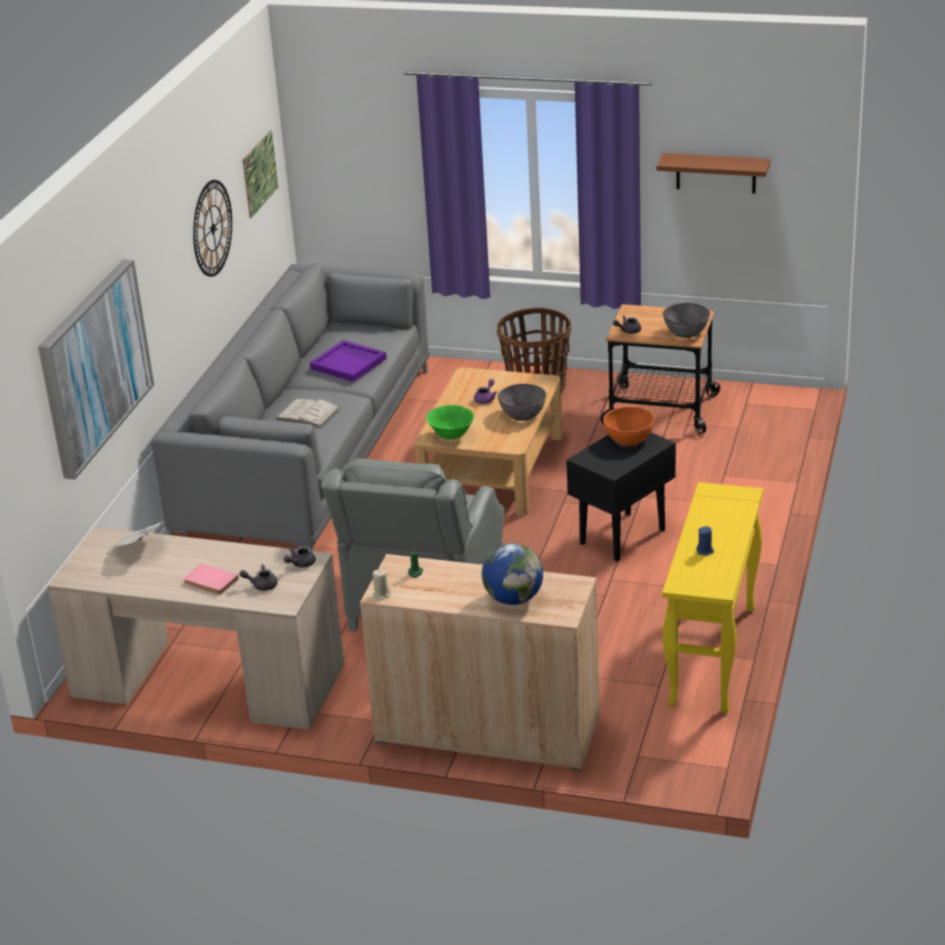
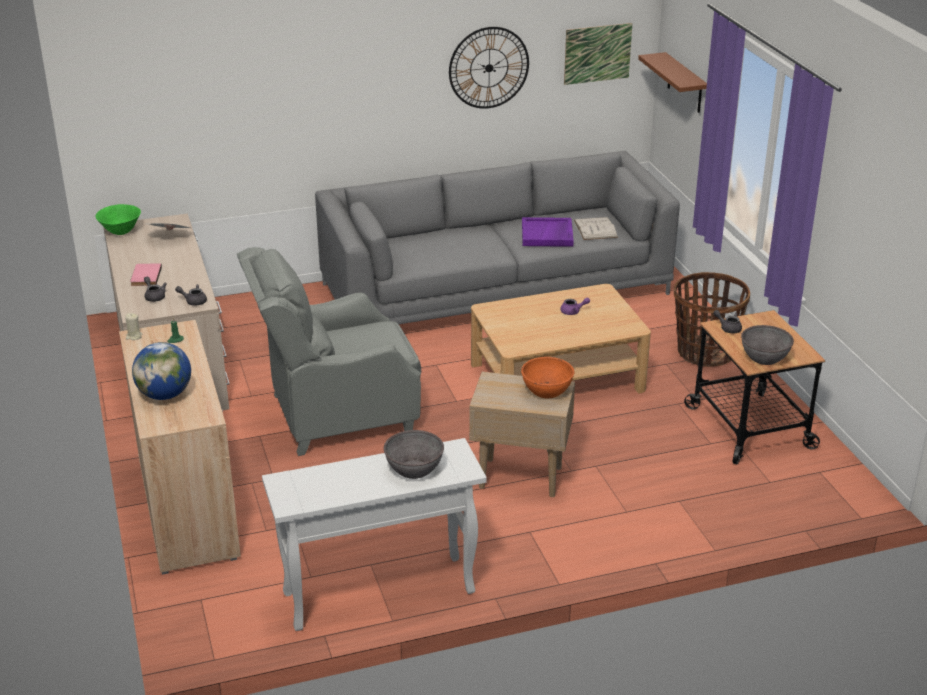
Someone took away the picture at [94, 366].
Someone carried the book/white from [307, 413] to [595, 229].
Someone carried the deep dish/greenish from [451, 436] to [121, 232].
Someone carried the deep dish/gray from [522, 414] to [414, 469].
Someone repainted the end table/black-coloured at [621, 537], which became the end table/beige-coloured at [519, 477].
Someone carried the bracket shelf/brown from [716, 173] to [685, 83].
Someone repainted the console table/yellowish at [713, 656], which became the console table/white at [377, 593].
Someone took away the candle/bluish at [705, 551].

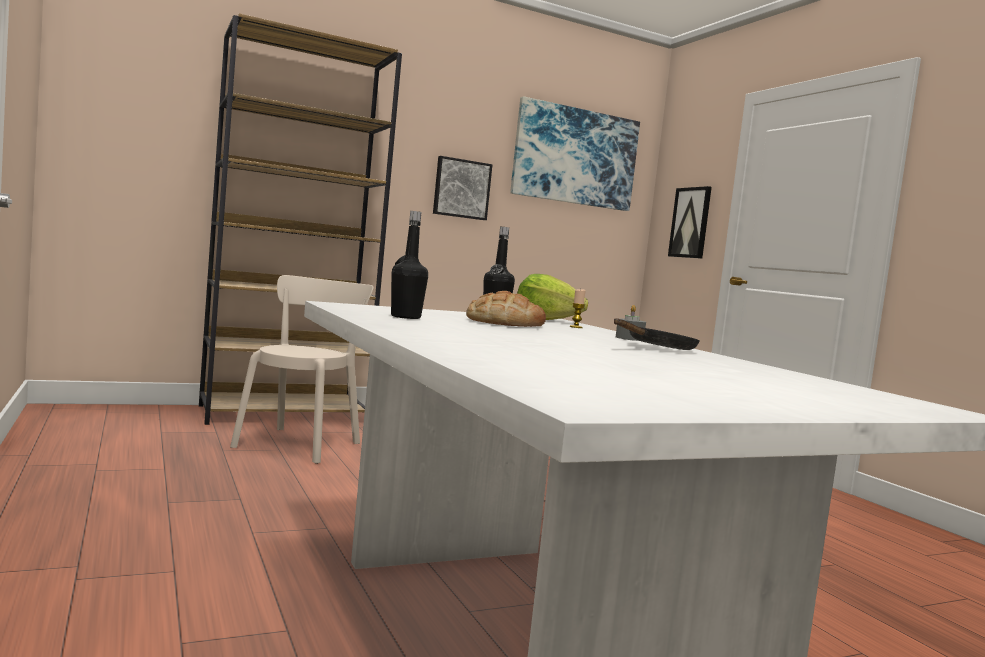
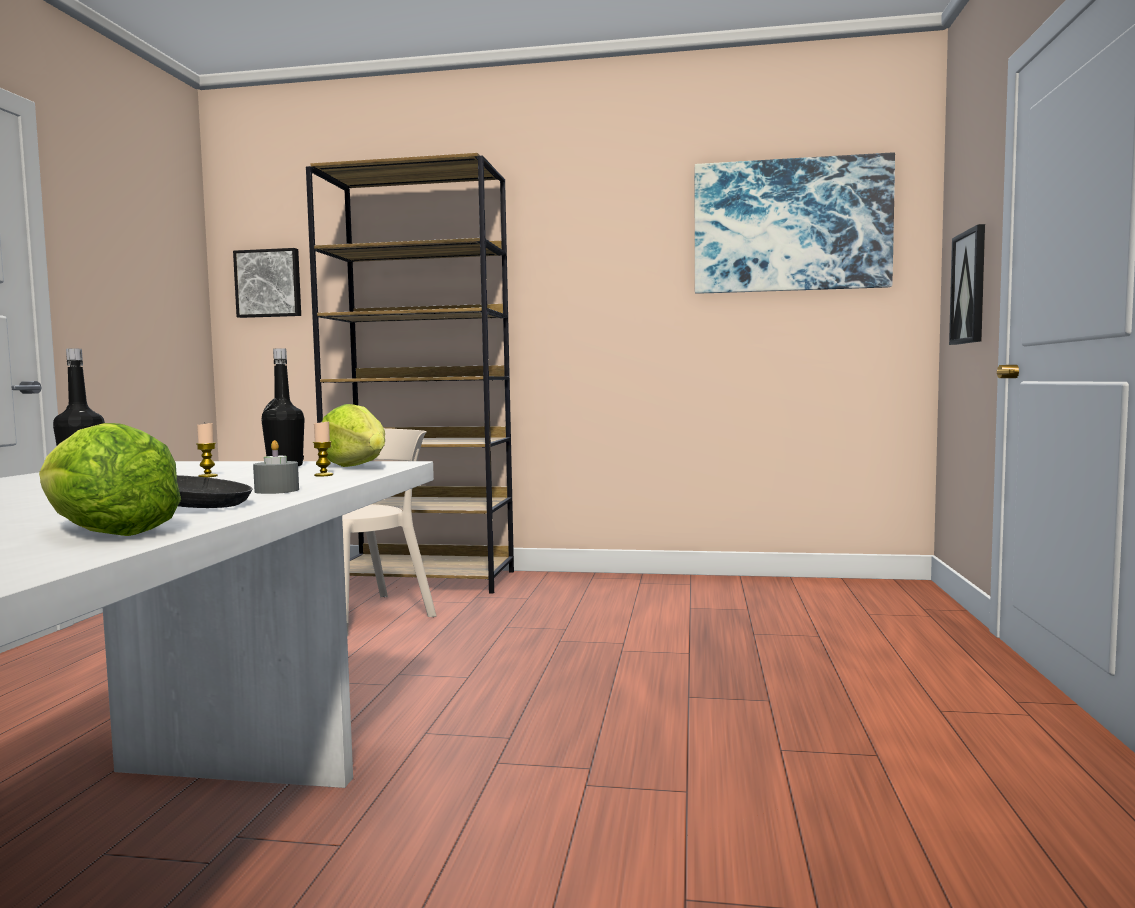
Someone carried the picture from [461, 188] to [269, 283].
Someone swapped the bread at [504, 323] for the candle at [207, 476].
Someone put down the head of lettuce at [105, 533].

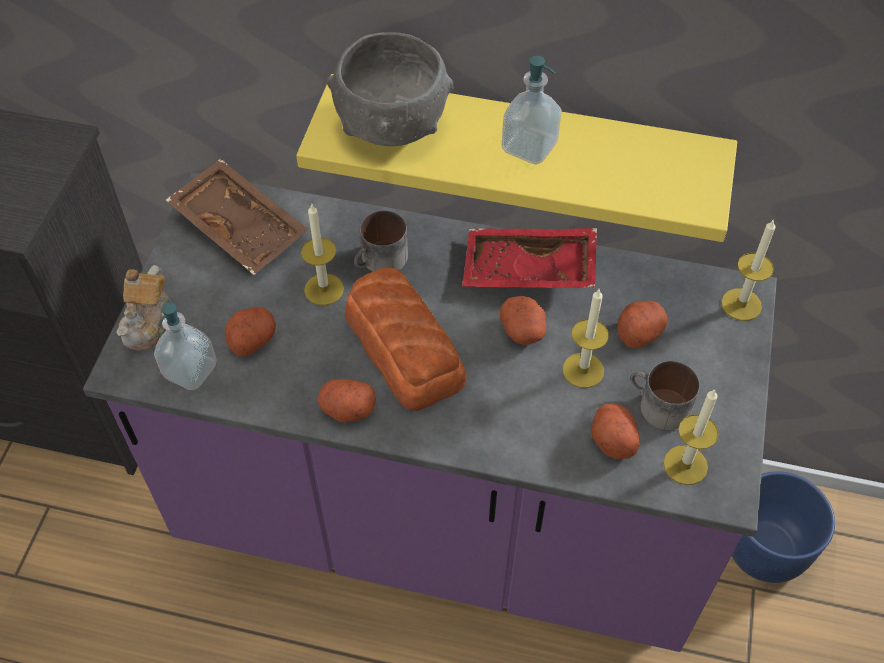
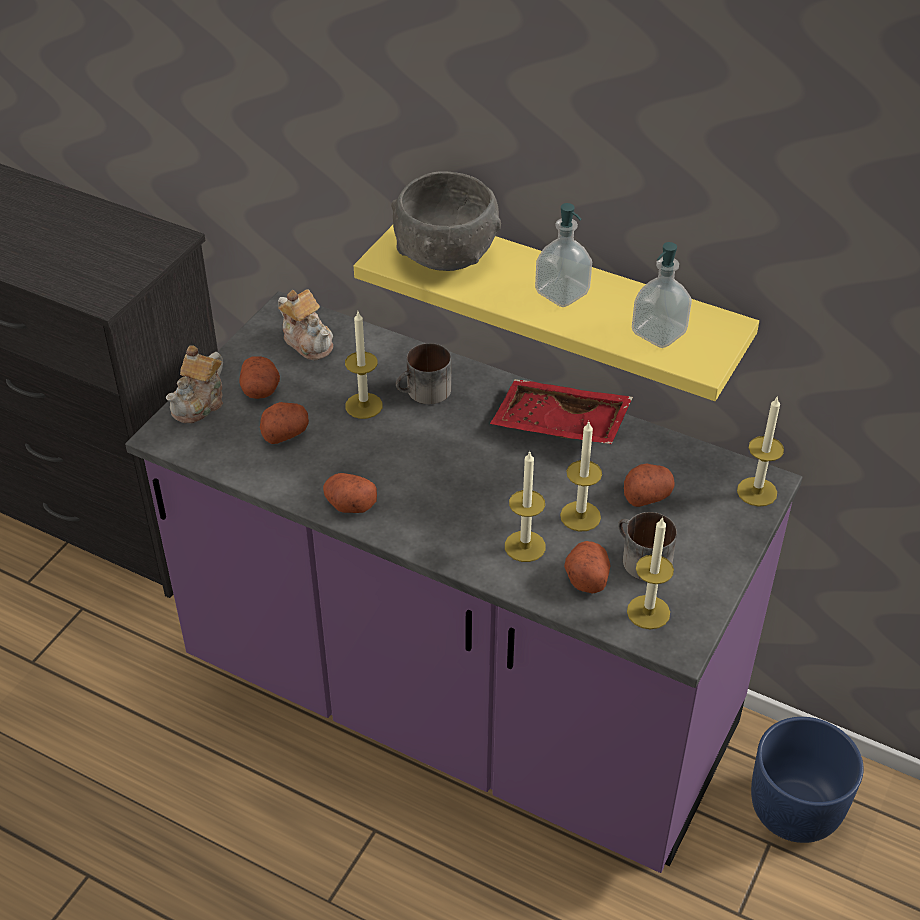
Someone carried the liquid soap bottle from [190, 370] to [658, 333].
Someone swapped the serving tray/brown at [241, 226] for the tea pot at [308, 341].
Someone took away the bread at [404, 345].
Someone carried the potato from [523, 330] to [261, 390].
Someone put down the candle at [525, 546].

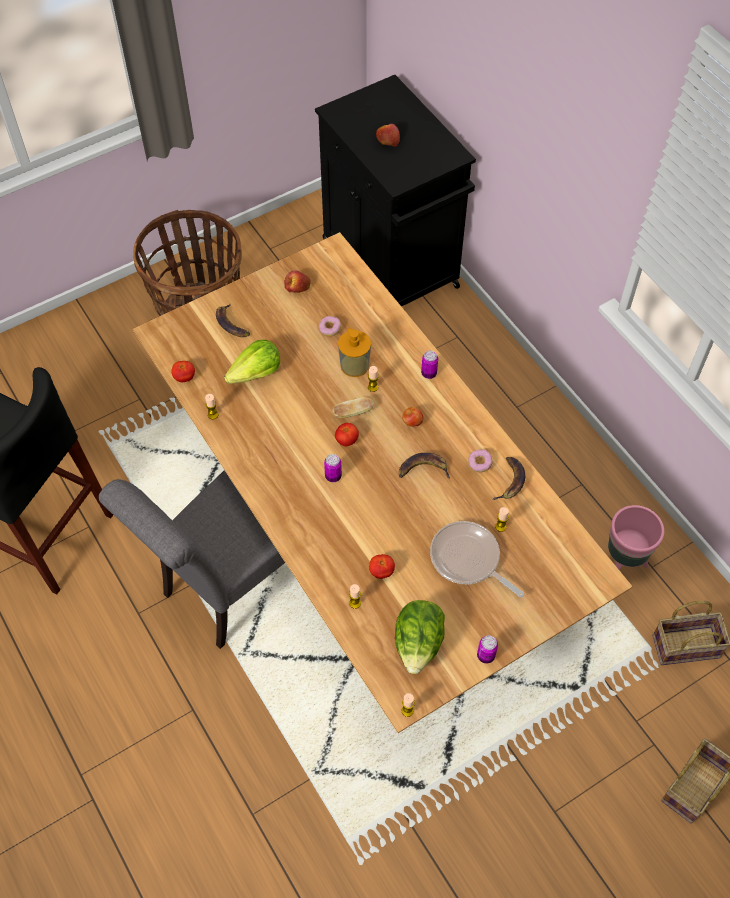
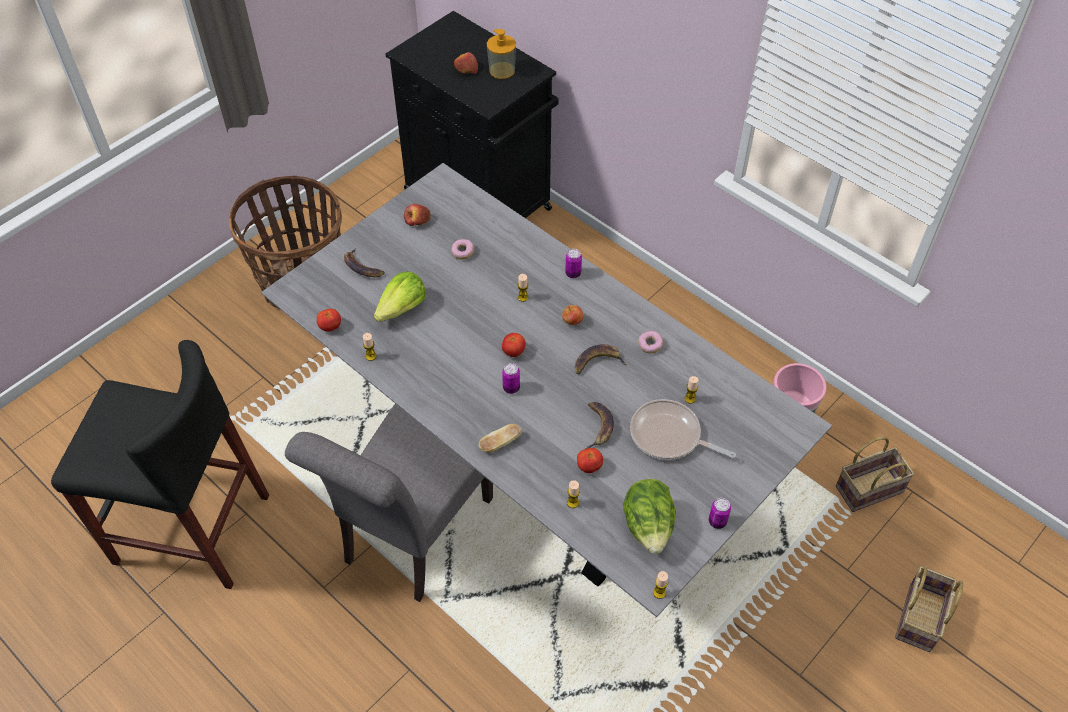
Someone repainted the dining table/brown at [365, 541], which became the dining table/gray at [534, 463].
Someone carried the bread from [353, 412] to [500, 443].
Someone carried the liquid soap bottle from [354, 365] to [502, 70].
Someone carried the banana from [510, 481] to [599, 426].

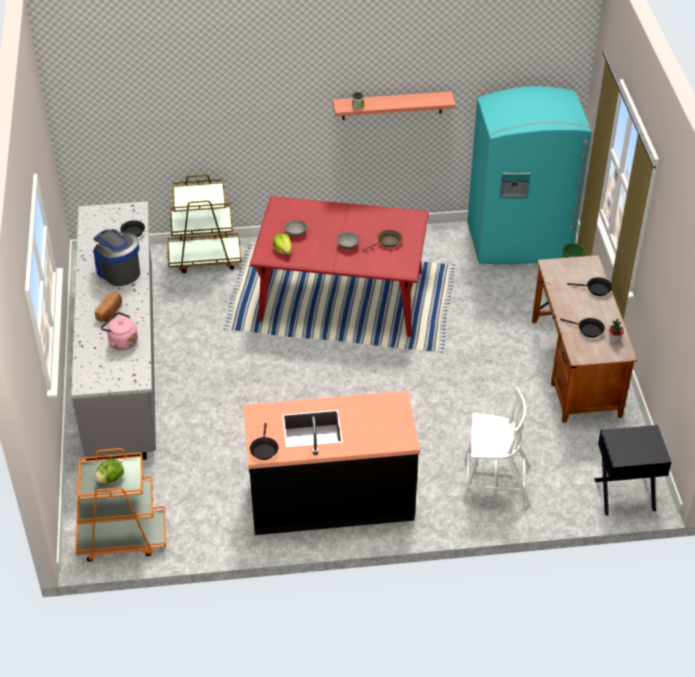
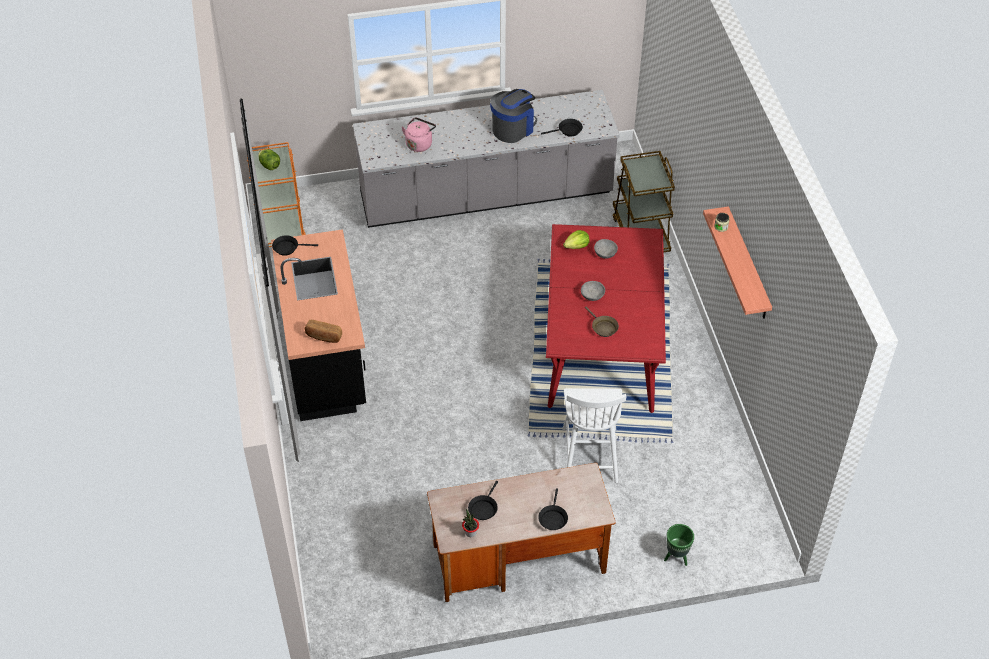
Someone carried the bread from [110, 312] to [323, 336].
Someone carried the chair/white from [494, 483] to [590, 453].
Someone took away the refrigerator/blue-green at [519, 242].
Someone took away the night table/black-coloured at [624, 495].

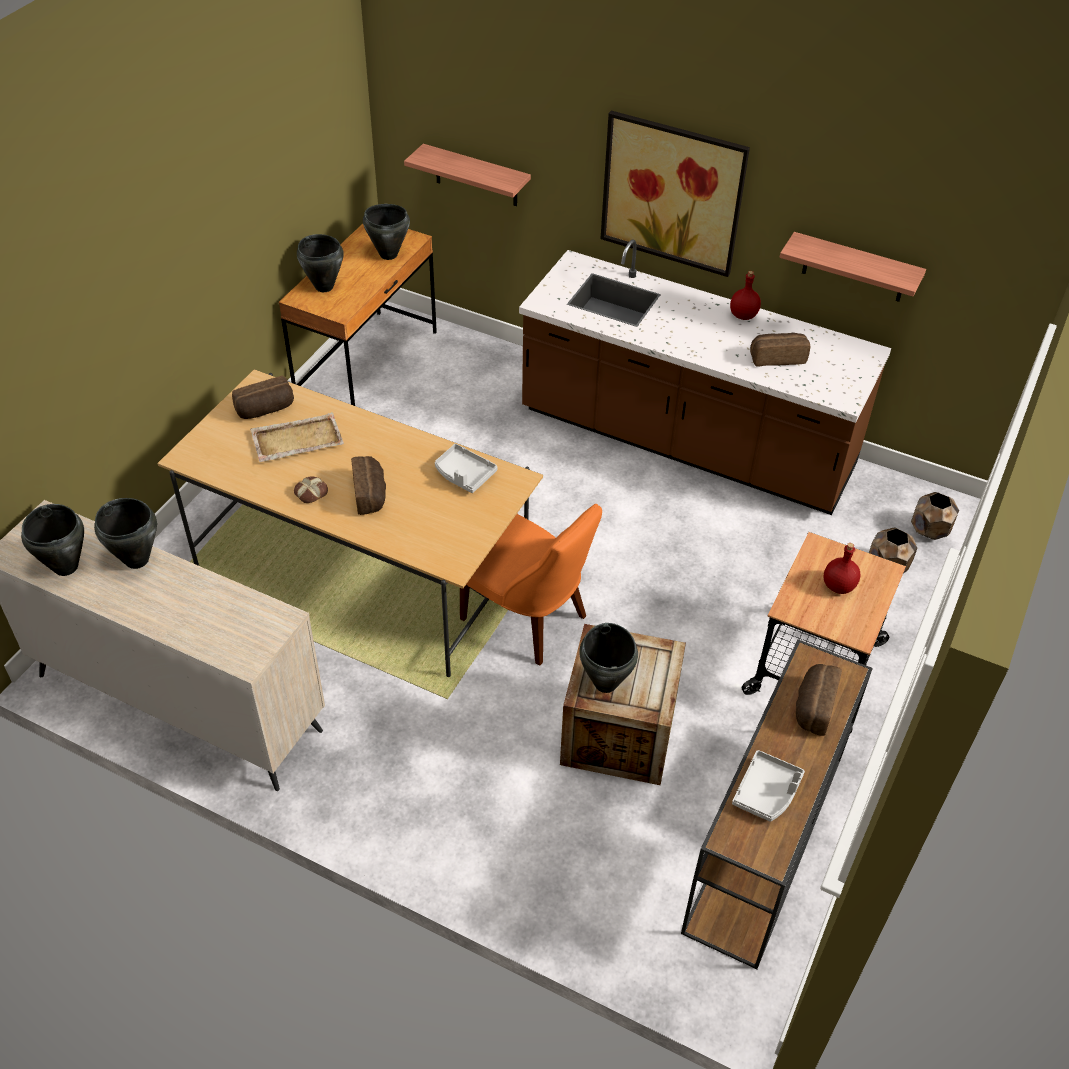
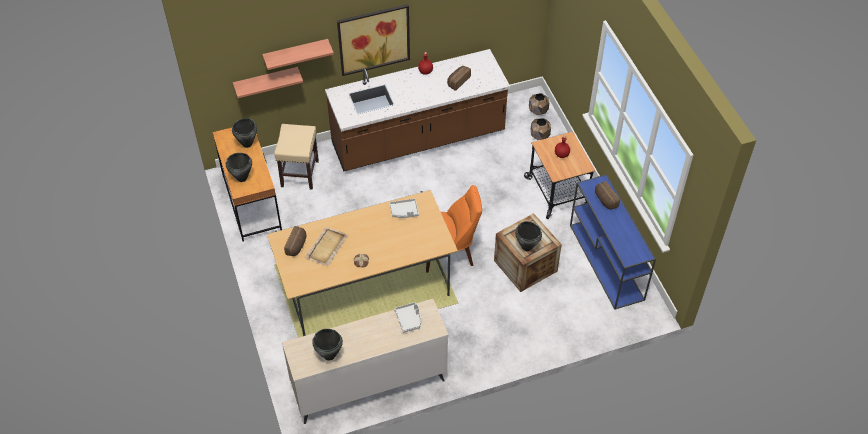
Someone took away the saucepot/black-coloured at [137, 560].
Someone took away the bread at [371, 494].
Someone repainted the console table/brown at [764, 845], which became the console table/bluish at [607, 262].
Someone carried the serving tray/gray from [767, 792] to [409, 319].
Someone carried the bracket shelf from [854, 268] to [296, 54].
Someone put down the stool/beige-coloured at [300, 173].

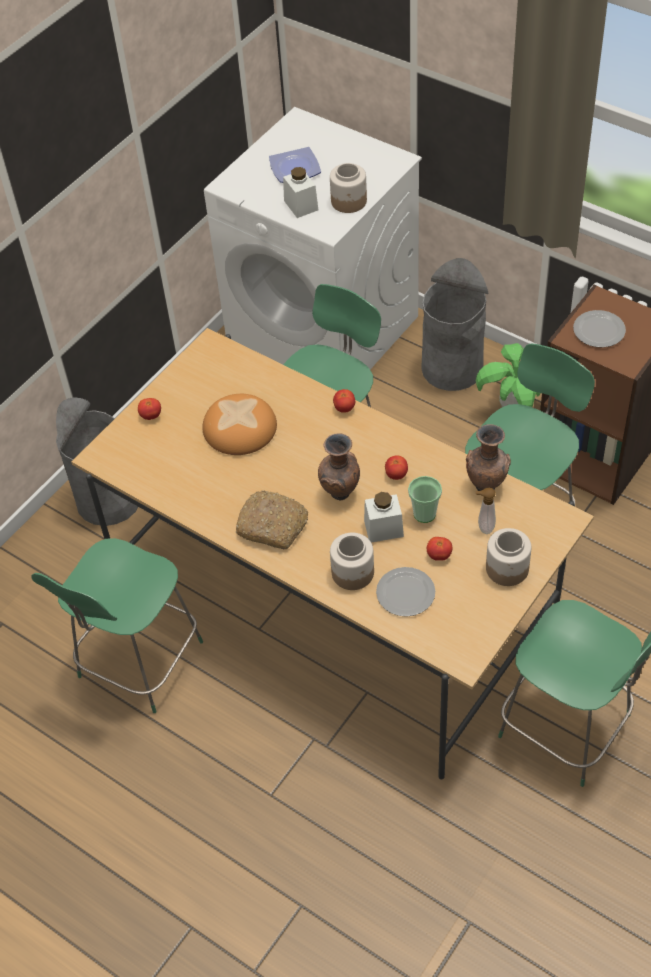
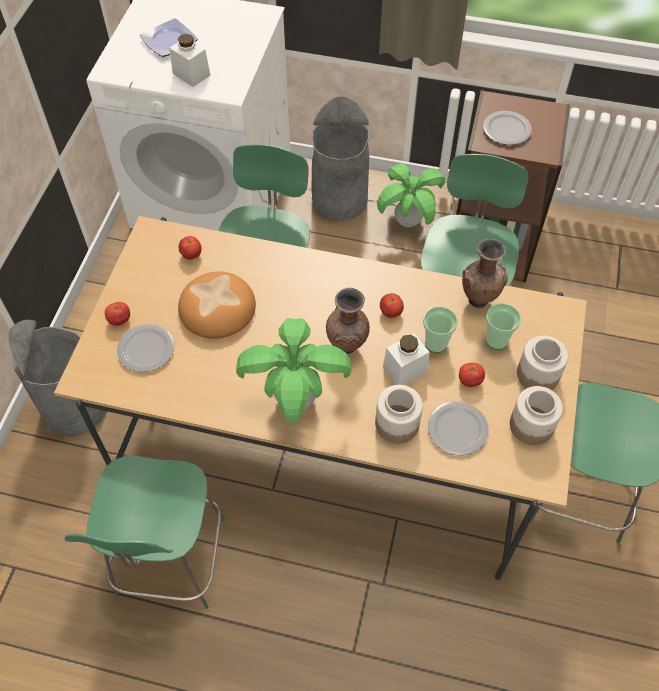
Someone swapped the bread at [273, 525] for the potted plant at [296, 399].
Someone carried the jar from [349, 201] to [532, 426].
Someone carried the tomato from [344, 408] to [191, 255].
Someone swapped the liquid soap bottle at [484, 527] for the small cup at [496, 340].
Someone put down the plate at [145, 349].

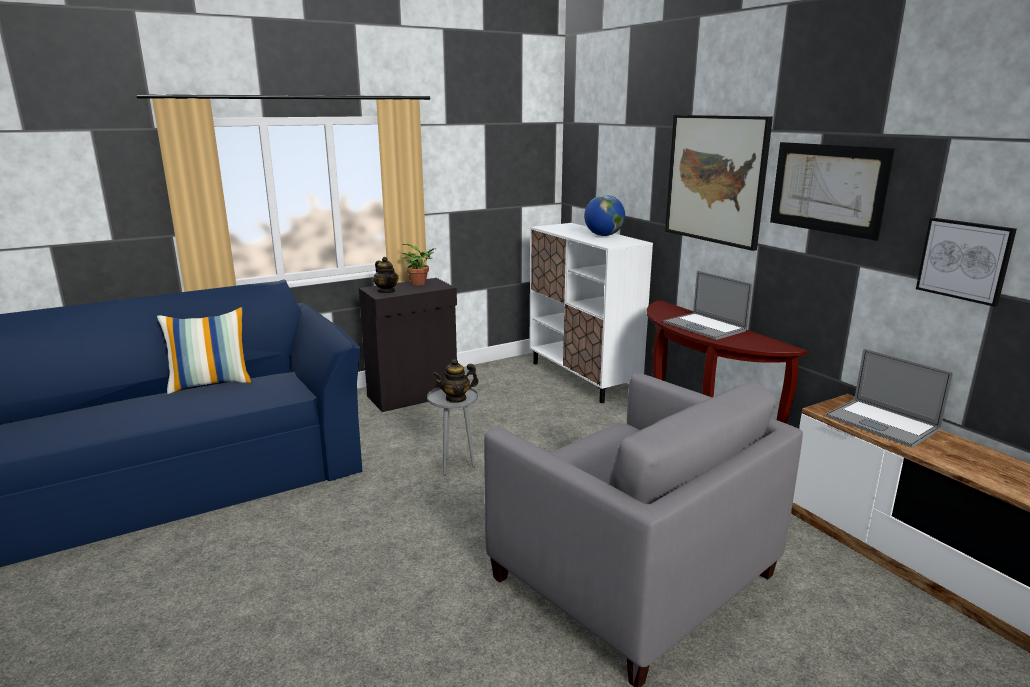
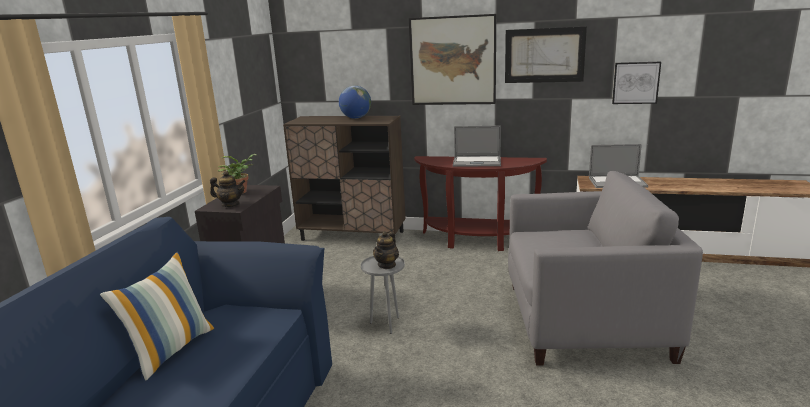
Someone repainted the cabinet/white at [583, 377], which became the cabinet/brown at [353, 236].

